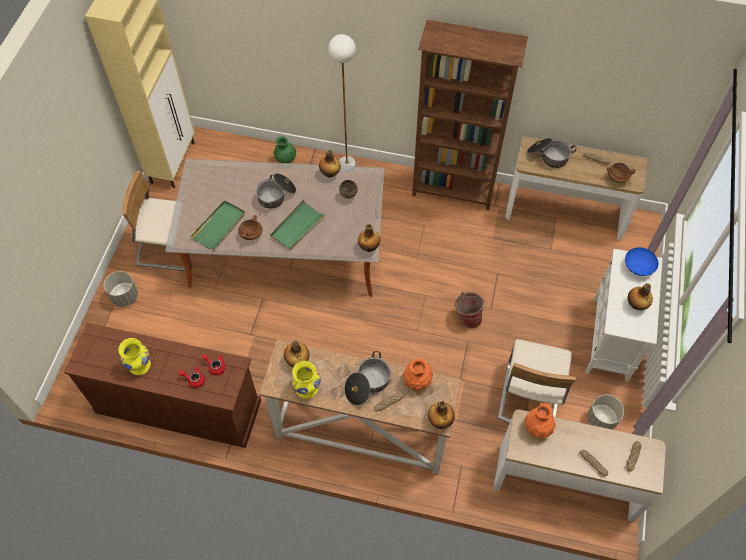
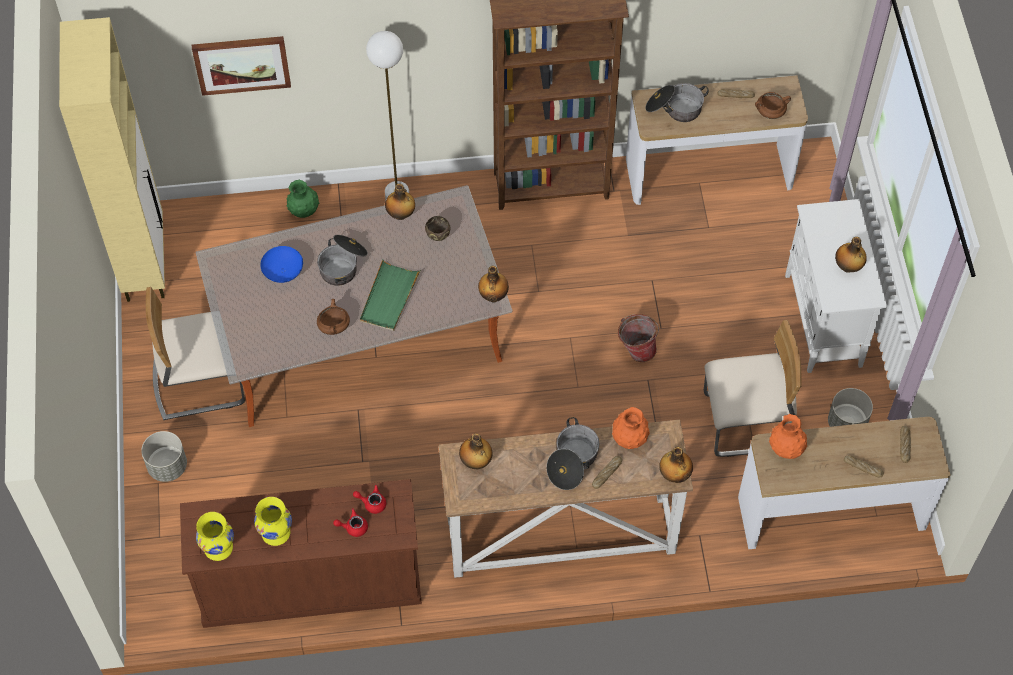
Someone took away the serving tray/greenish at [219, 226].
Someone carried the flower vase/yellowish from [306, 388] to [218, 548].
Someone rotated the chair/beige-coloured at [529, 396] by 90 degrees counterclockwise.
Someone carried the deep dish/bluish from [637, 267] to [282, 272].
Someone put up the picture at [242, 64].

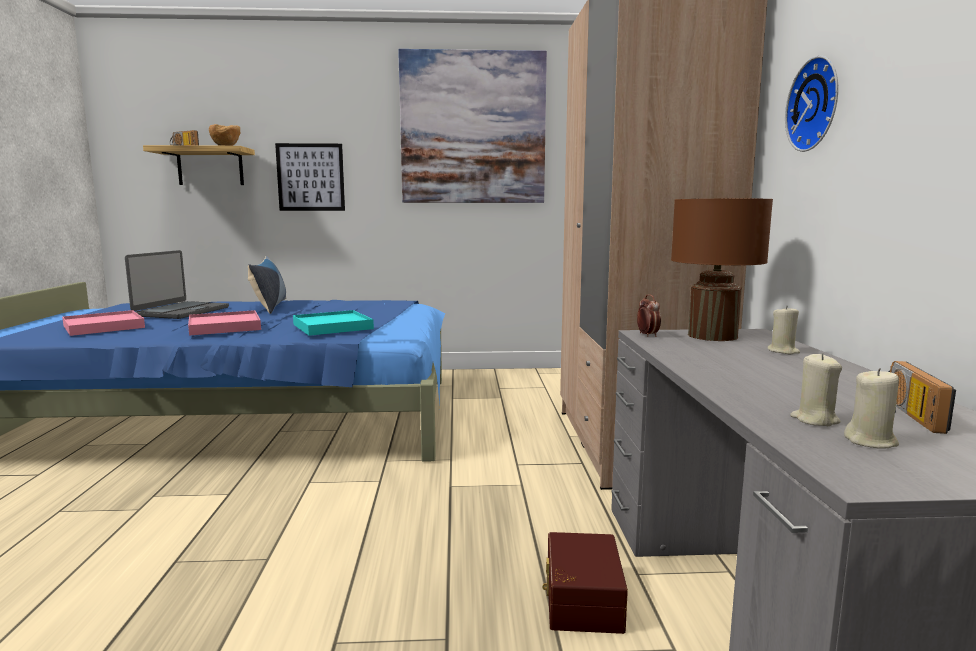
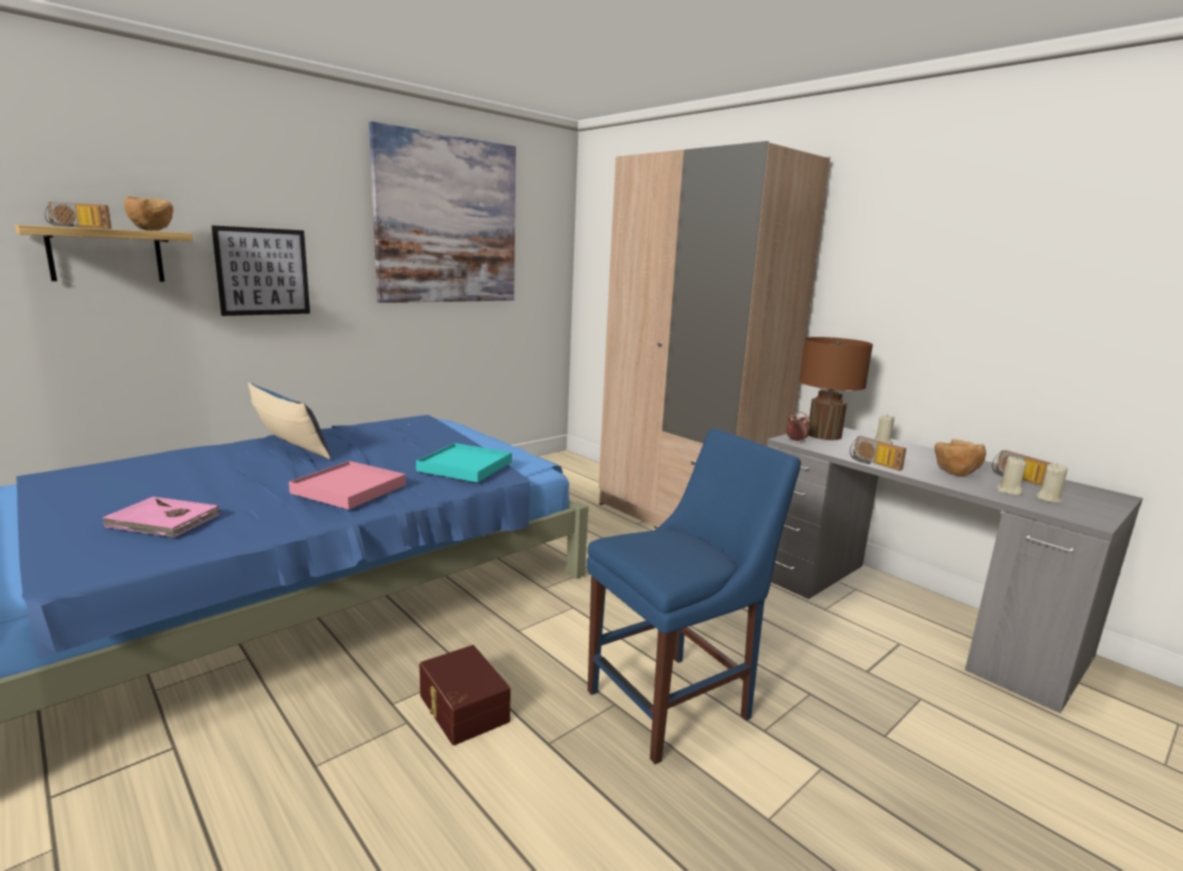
Someone swapped the serving tray/pink at [103, 327] for the book/pink at [163, 521].
Someone took away the laptop at [181, 311].
Someone carried the storage bin/brown from [580, 599] to [462, 709].
Someone took away the hanging clock at [817, 104].
Someone put down the chair/bluish at [675, 702].
Someone put down the radio receiver at [872, 463].
Someone put down the deep dish/brown at [954, 474].

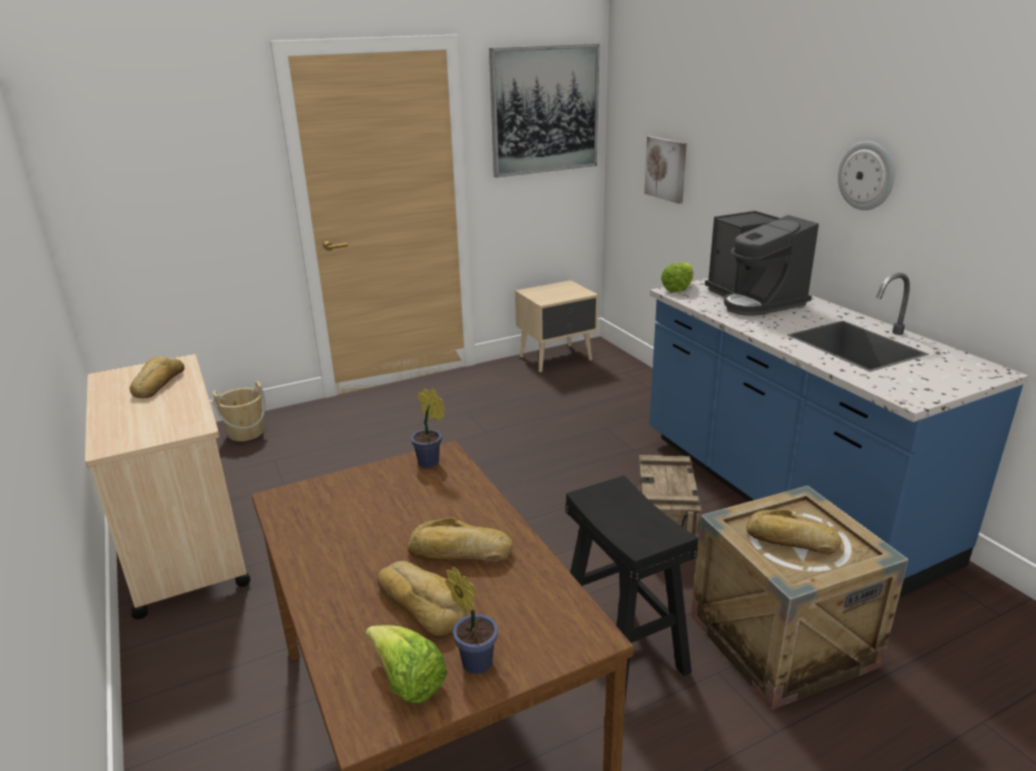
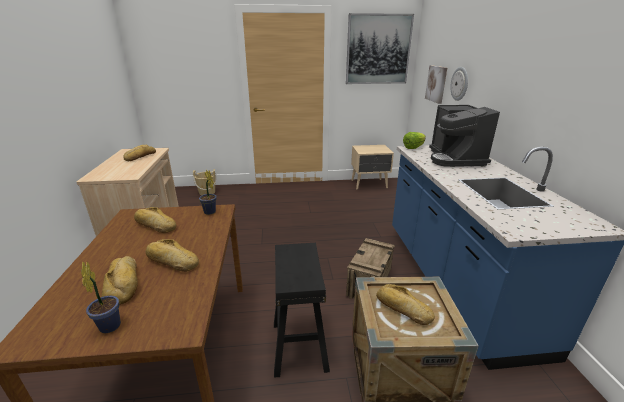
Someone took away the head of lettuce at [407, 681].
Someone carried the hanging clock from [866, 175] to [460, 83].
Someone put down the bread at [155, 225].

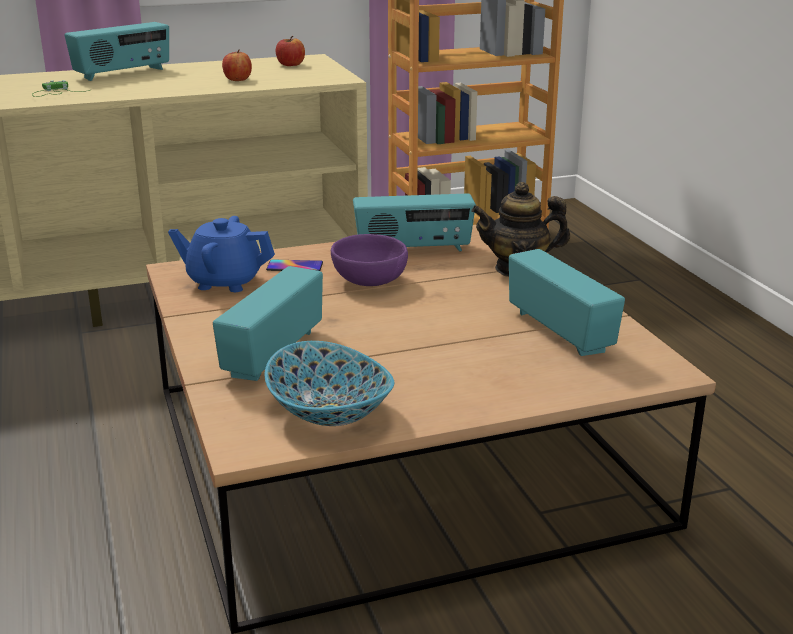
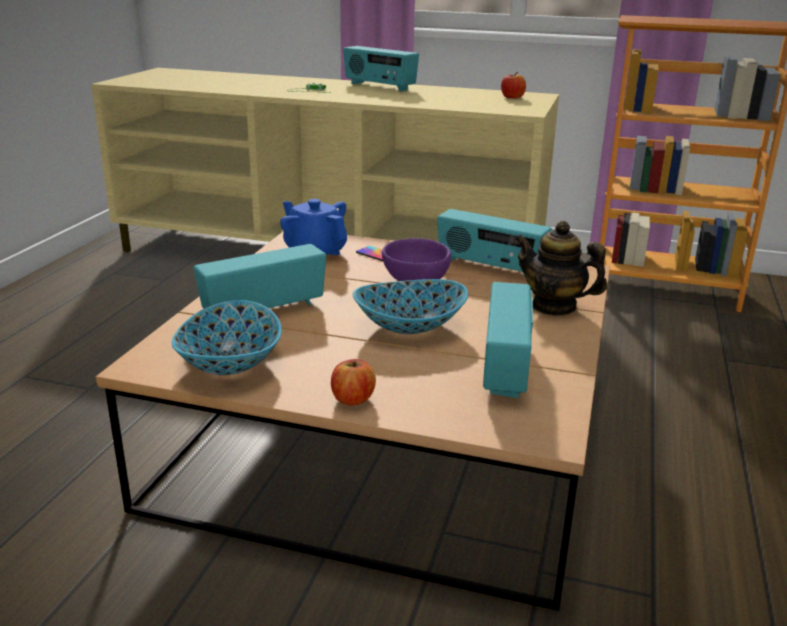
Someone rotated the radio receiver at [123, 74] by 45 degrees clockwise.
Someone carried the apple from [238, 79] to [352, 399].
Someone put down the deep dish at [409, 326].

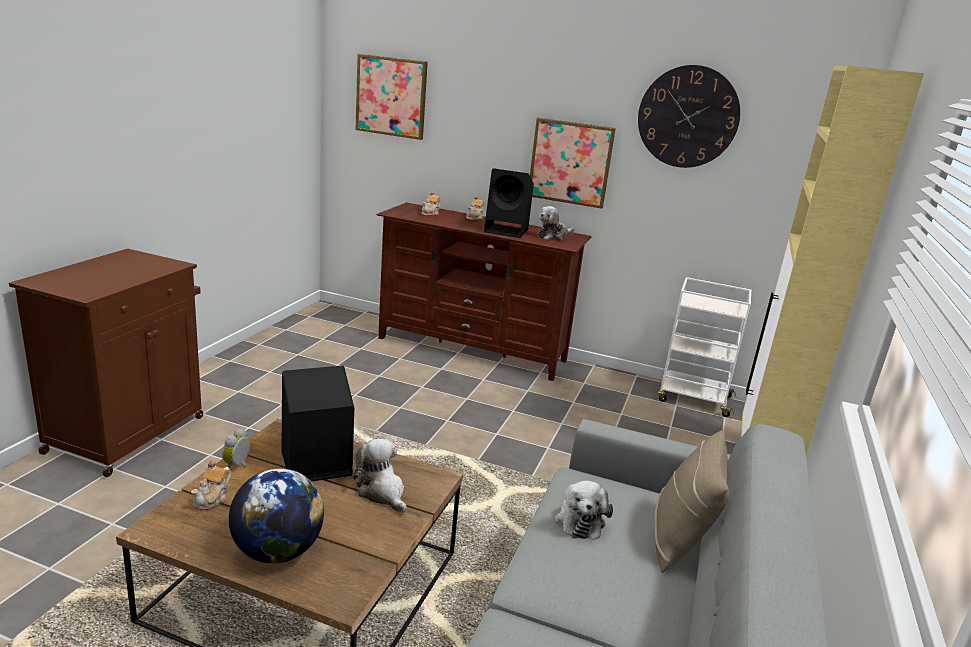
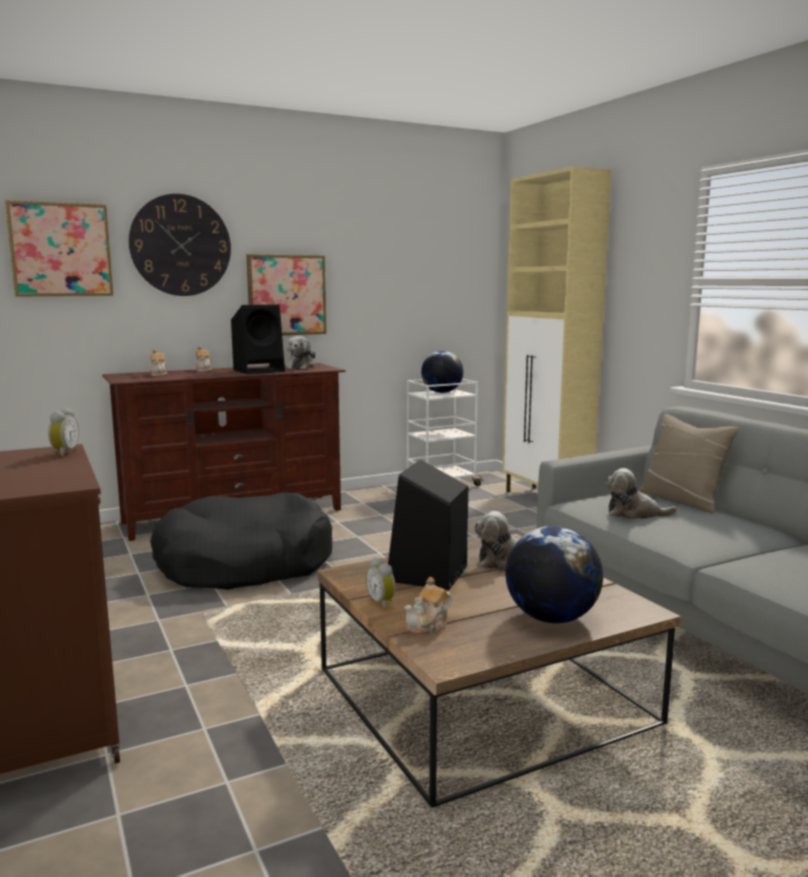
Someone rotated the tea pot at [213, 499] by 75 degrees clockwise.
Someone rotated the soft toy at [579, 520] by 150 degrees clockwise.
Someone carried the hanging clock from [688, 117] to [180, 245].
Someone put down the alarm clock at [63, 453].
Someone put down the dog cushion/black-coloured at [244, 563].
Someone put down the globe at [442, 392].

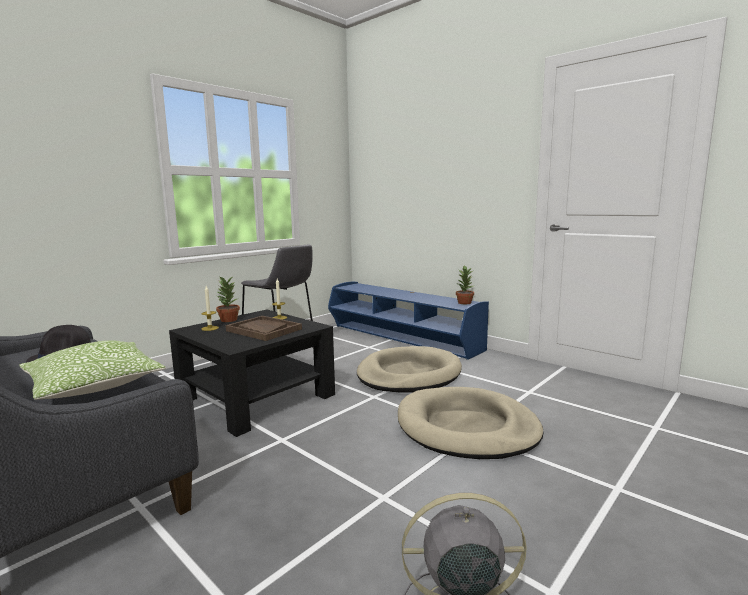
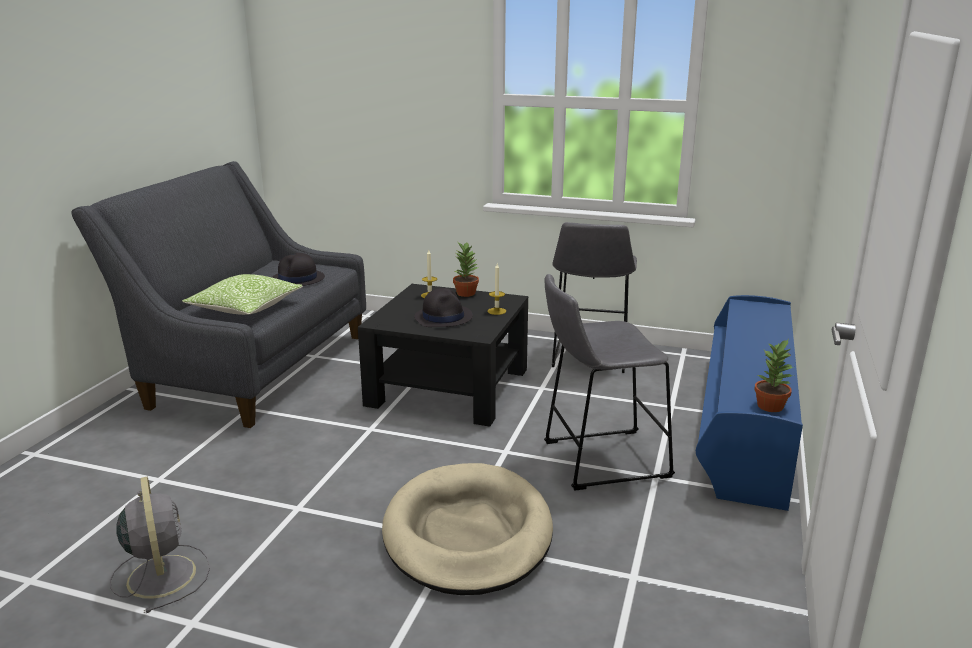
Someone swapped the serving tray/brown at [263, 330] for the hat/black-coloured at [443, 317].
Someone swapped the dog cushion/beige-coloured at [408, 374] for the stool/gray at [599, 459].

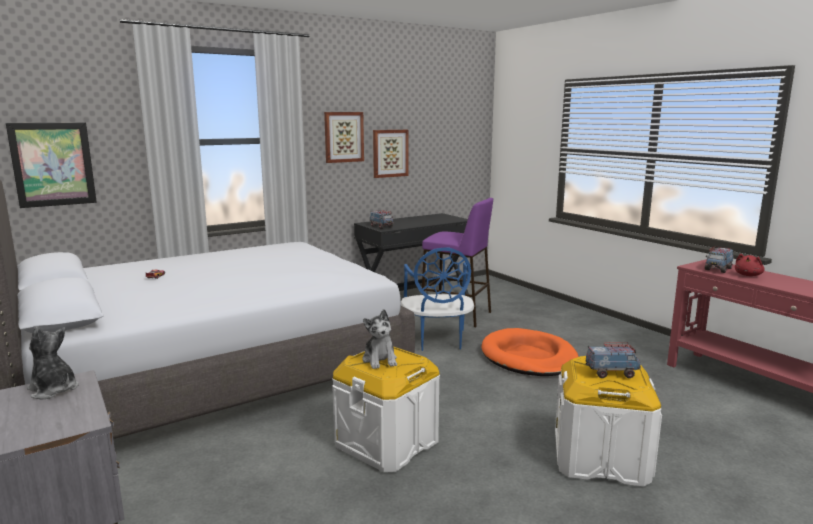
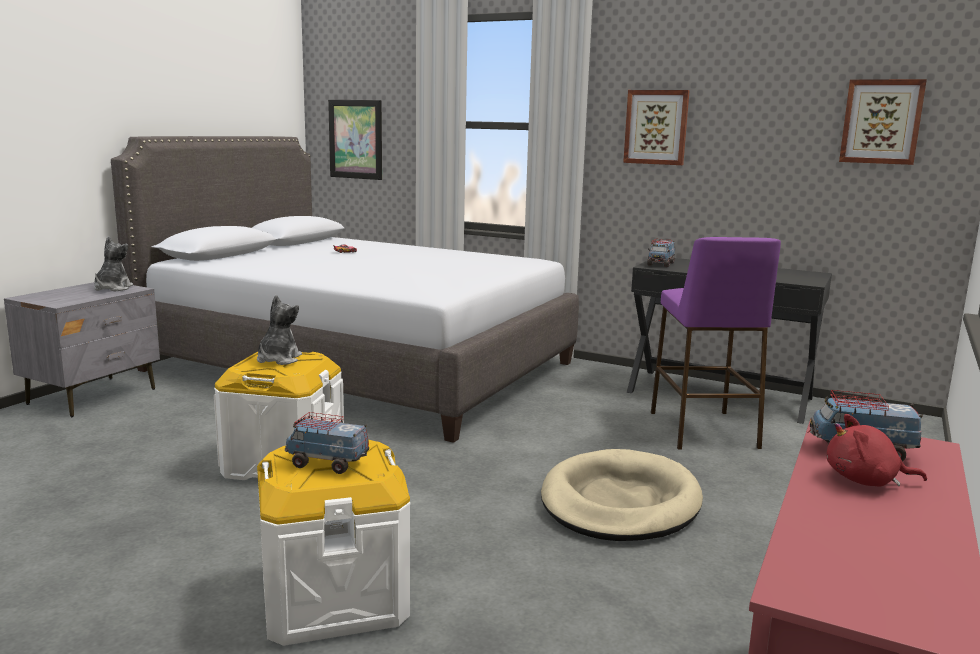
Someone rotated the soft toy at [380, 360] by 150 degrees clockwise.
Someone carried the picture from [390, 153] to [881, 122].
Someone took away the chair/bluish at [437, 340].
Someone repainted the dog cushion/orange at [528, 357], which became the dog cushion/beige-coloured at [619, 502].
Someone rotated the toy lorry at [611, 373] by 135 degrees clockwise.

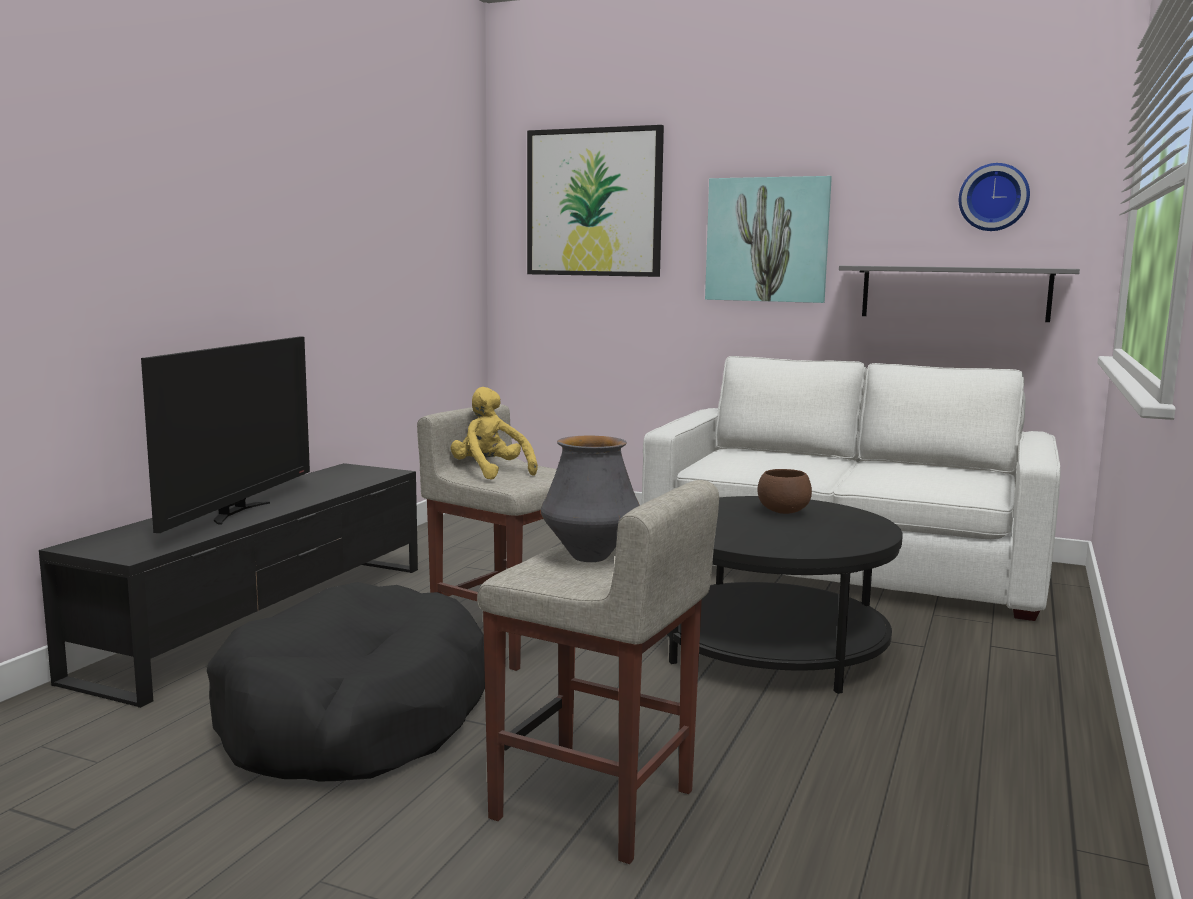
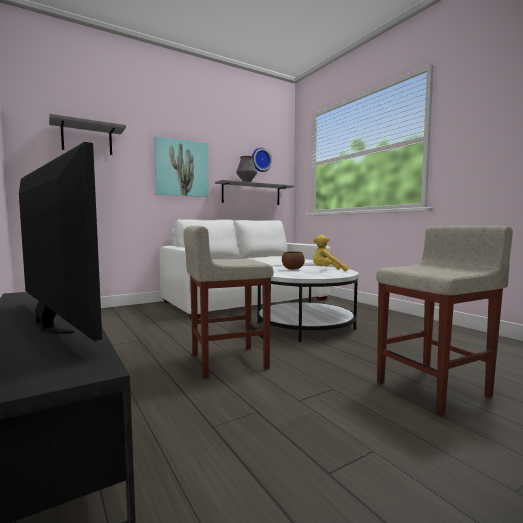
Someone took away the dog cushion/black-coloured at [354, 717].
Someone carried the soft toy/yellowish from [490, 472] to [327, 271].
Someone swapped the picture at [594, 203] for the bracket shelf/gray at [87, 139].
Someone carried the flower vase from [590, 557] to [246, 182].
Someone repainted the lounge table/black-coloured at [772, 647], which became the lounge table/white at [305, 326].

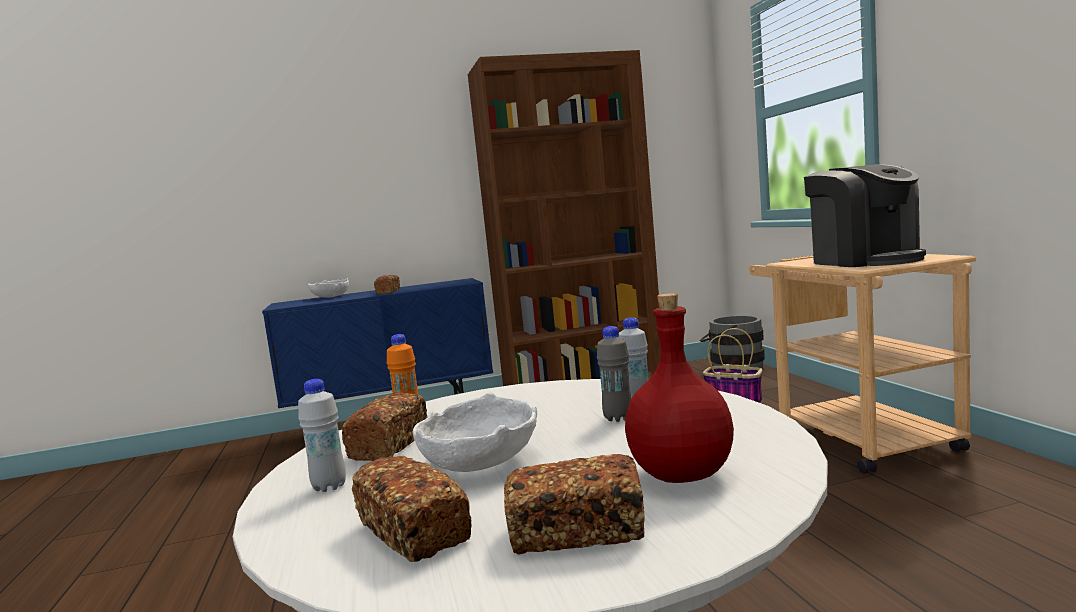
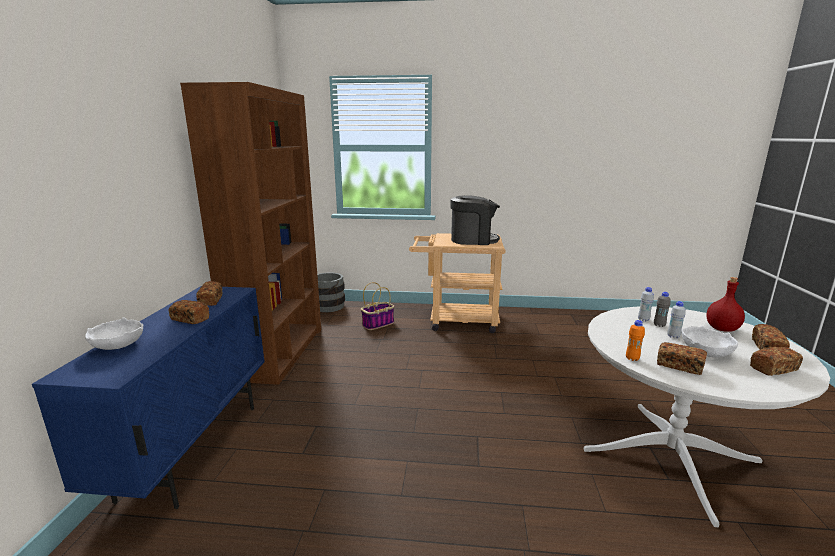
Someone carried the drink bottle/white from [329, 486] to [673, 336].
Someone put down the bread at [211, 300].

